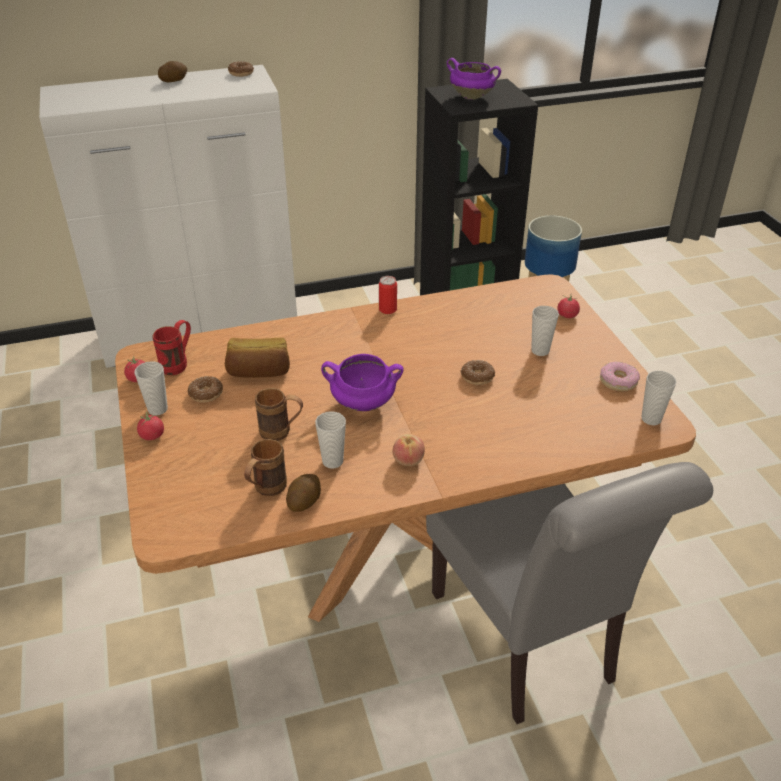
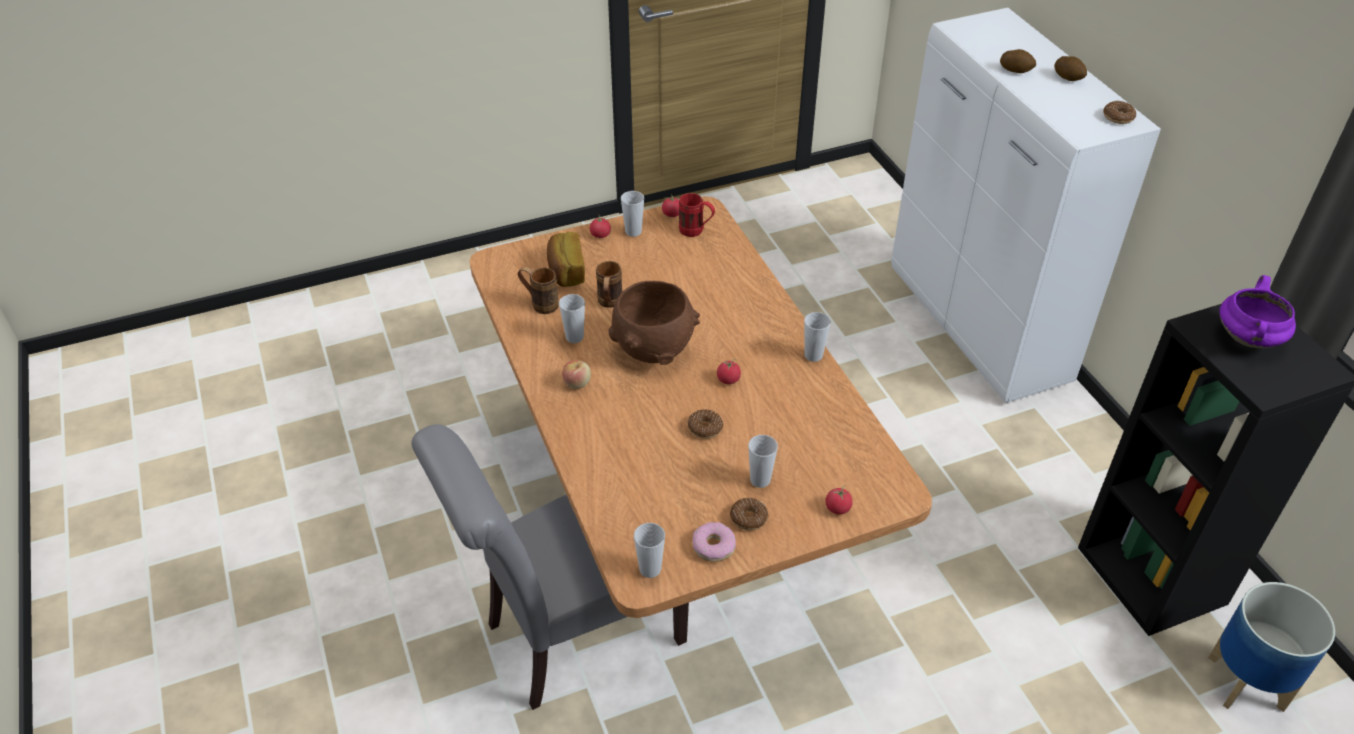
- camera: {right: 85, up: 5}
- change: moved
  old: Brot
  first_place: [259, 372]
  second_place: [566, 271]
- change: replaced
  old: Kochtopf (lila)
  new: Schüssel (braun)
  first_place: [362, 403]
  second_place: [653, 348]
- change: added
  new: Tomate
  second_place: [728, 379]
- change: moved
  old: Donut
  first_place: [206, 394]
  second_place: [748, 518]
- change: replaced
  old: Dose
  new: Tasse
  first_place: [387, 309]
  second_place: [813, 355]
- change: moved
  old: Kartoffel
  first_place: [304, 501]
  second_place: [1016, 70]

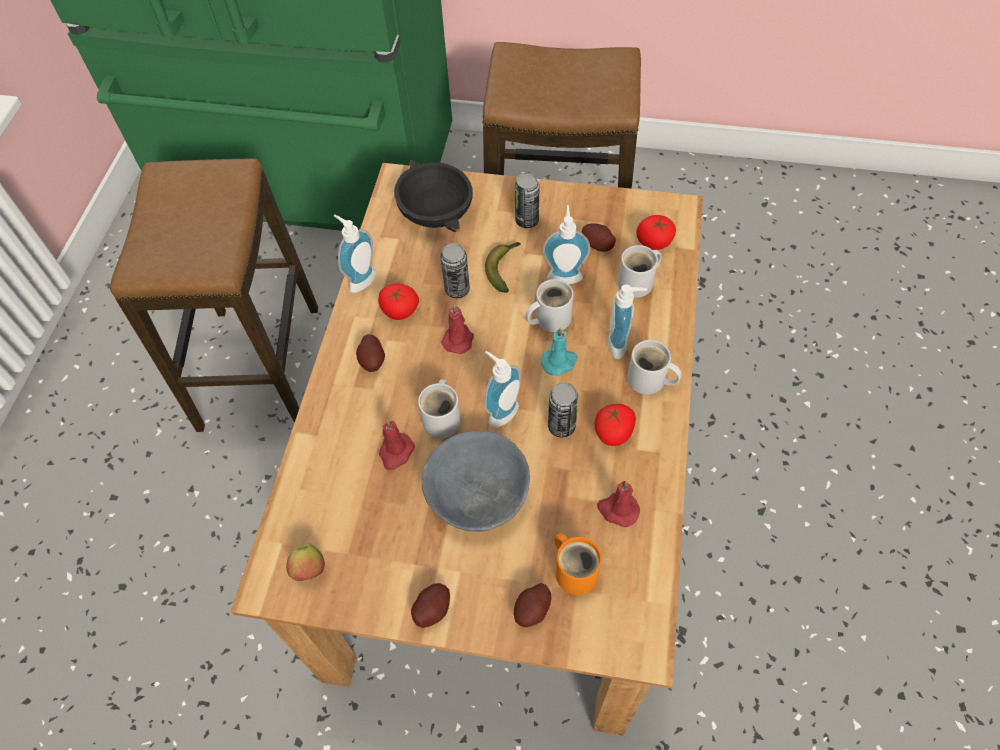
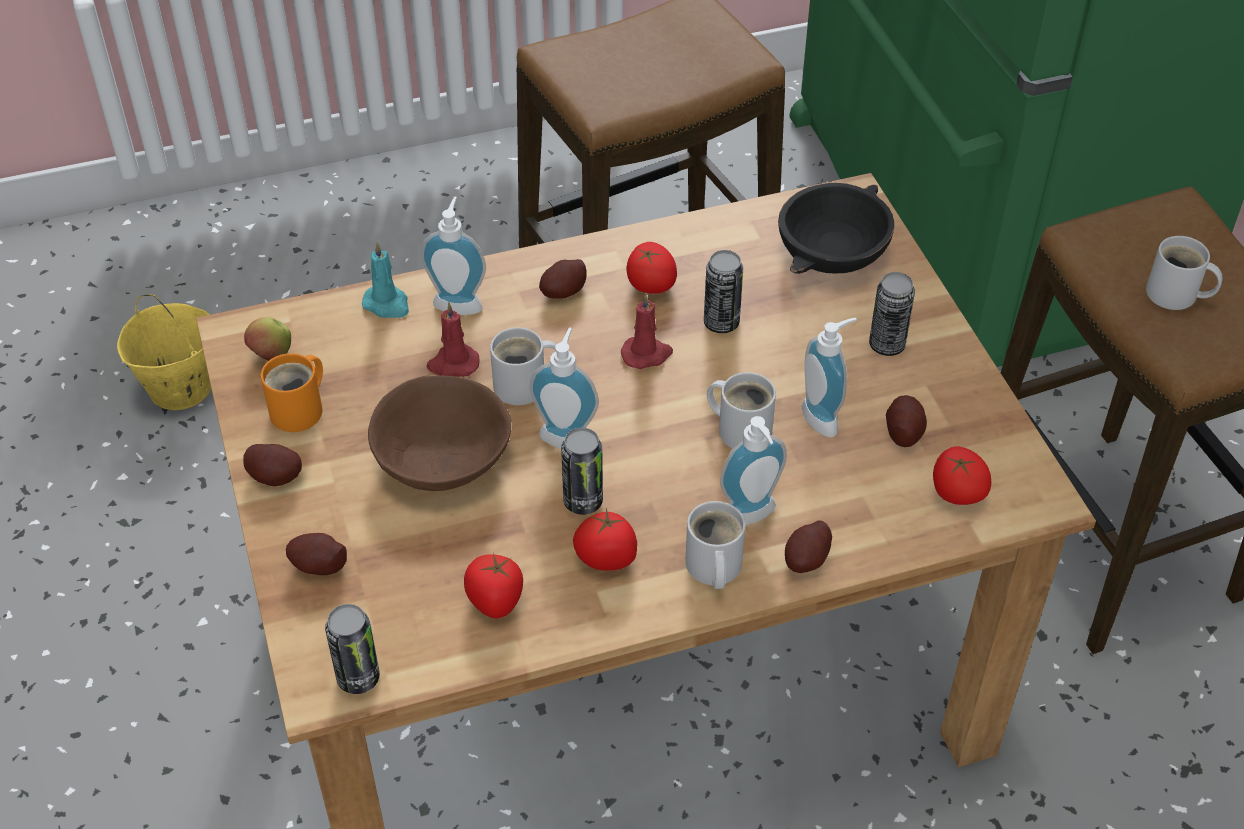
- camera: {right: 60, up: -10}
- change: added
  new: Eimer (gelb)
  second_place: [180, 389]
- change: moved
  old: Henkelbecher (orange)
  first_place: [575, 569]
  second_place: [301, 410]
- change: added
  new: Dose
  second_place: [358, 678]
- change: moved
  old: Kerze (türkis)
  first_place: [559, 362]
  second_place: [387, 304]
- change: recoloured
  old: Schüssel (grau)
  new: Schüssel (braun)
  first_place: [477, 491]
  second_place: [444, 456]
- change: moved
  old: Seifenspender
  first_place: [360, 279]
  second_place: [459, 302]
- change: replaced
  old: Kerze (rot)
  new: Tomate
  first_place: [617, 510]
  second_place: [495, 601]
- change: added
  new: Kartoffel
  second_place: [806, 560]
- change: moved
  old: Henkelbecher (weiß)
  first_place: [639, 283]
  second_place: [1175, 296]
- change: removed
  old: Banane
  first_place: [504, 268]

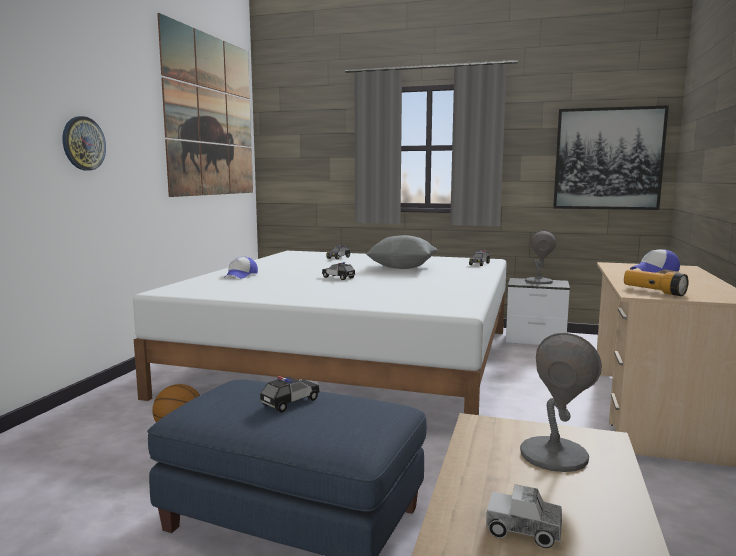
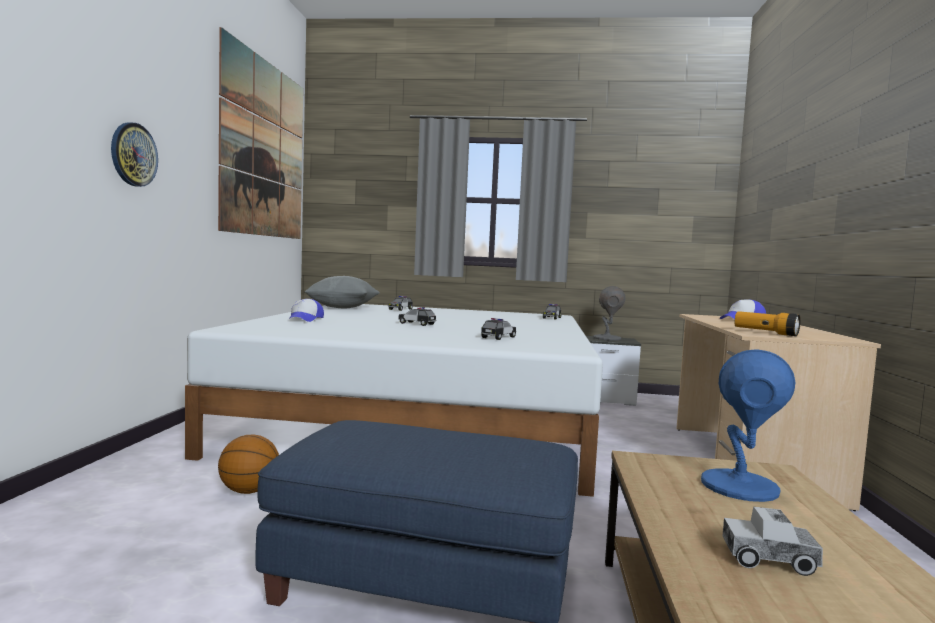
- camera: {right: -10, up: -5}
- change: moved
  old: Kissen (grau)
  first_place: [402, 268]
  second_place: [342, 308]
- change: moved
  old: Spielzeugauto
  first_place: [290, 402]
  second_place: [498, 337]
- change: recoloured
  old: Tischlampe (grau)
  new: Tischlampe (blau)
  first_place: [553, 455]
  second_place: [738, 486]
- change: removed
  old: Bild
  first_place: [608, 159]

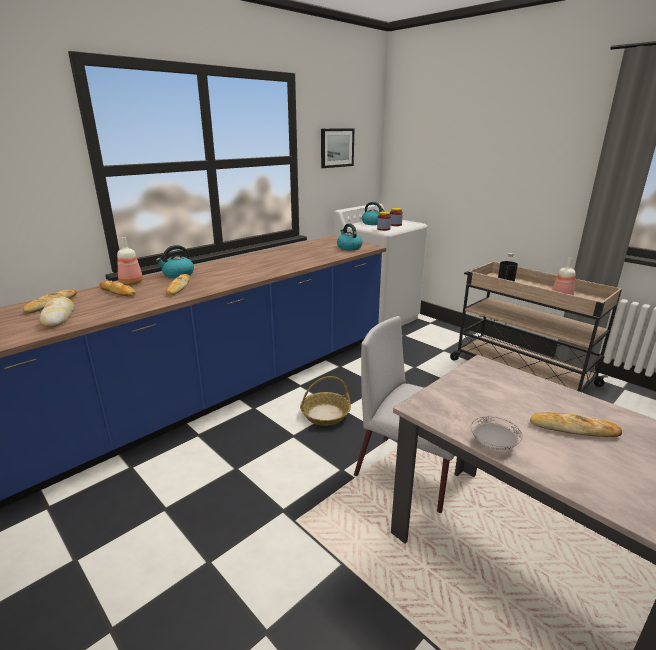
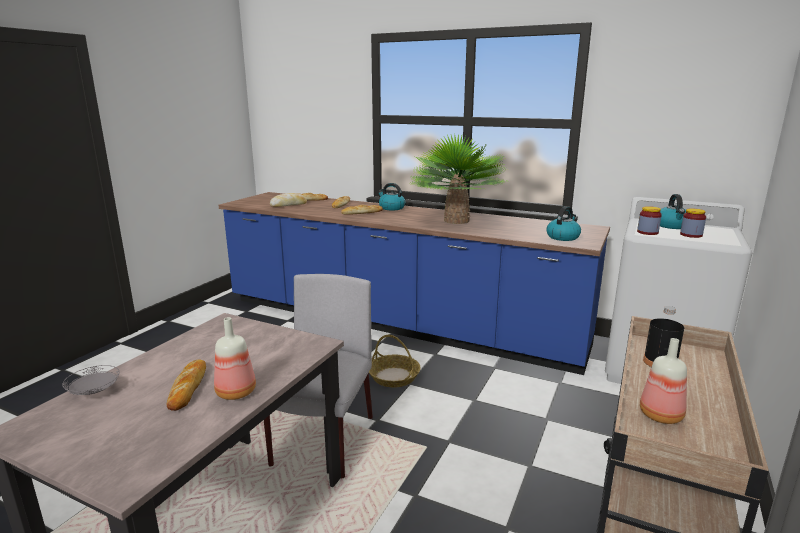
- camera: {right: 70, up: -5}
- change: moved
  old: Teller (grau)
  first_place: [494, 444]
  second_place: [94, 392]
- change: moved
  old: Flasche
  first_place: [130, 283]
  second_place: [235, 392]
- change: added
  new: Topfpflanze
  second_place: [456, 221]
- change: removed
  old: Bild
  first_place: [336, 148]

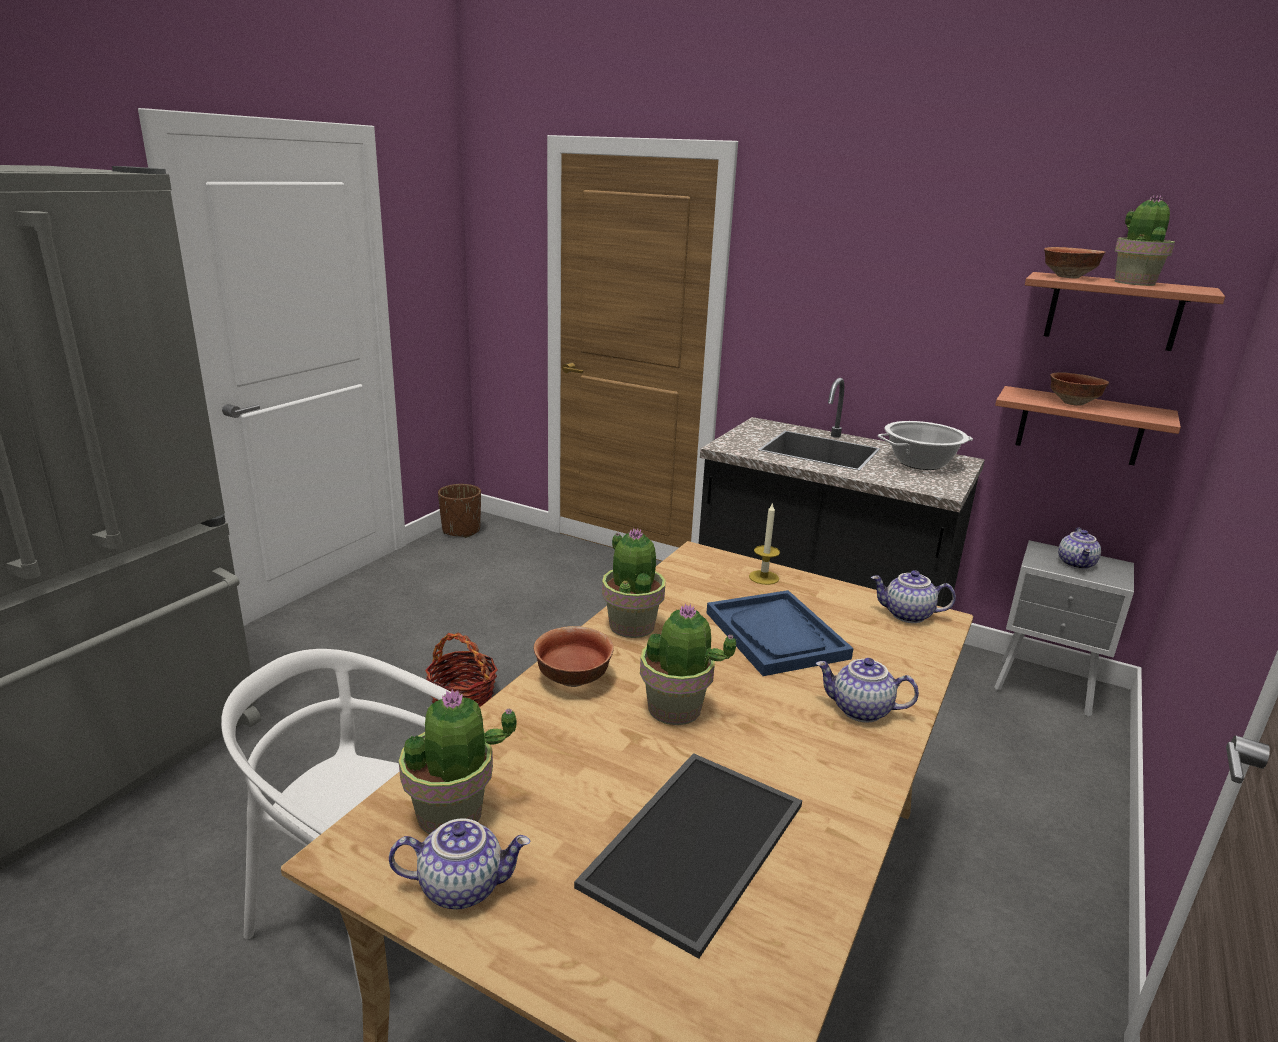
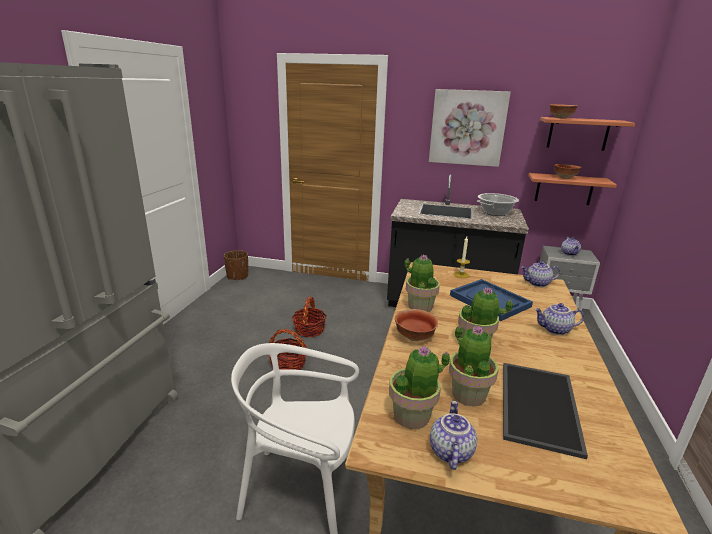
- camera: {right: -15, up: 0}
- change: added
  new: Korb
  second_place: [309, 330]
- change: added
  new: Bild
  second_place: [467, 128]
- change: turned
  old: Teekanne
  first_place: [462, 886]
  second_place: [449, 451]
  degrees: -60
- change: moved
  old: Topfpflanze
  first_place: [1134, 283]
  second_place: [468, 394]

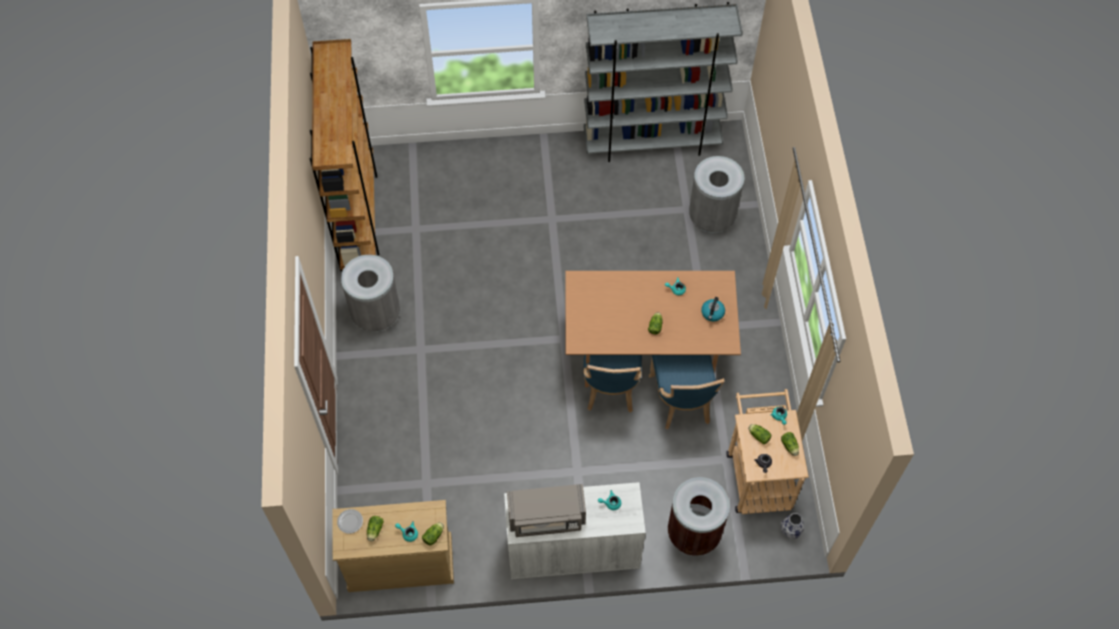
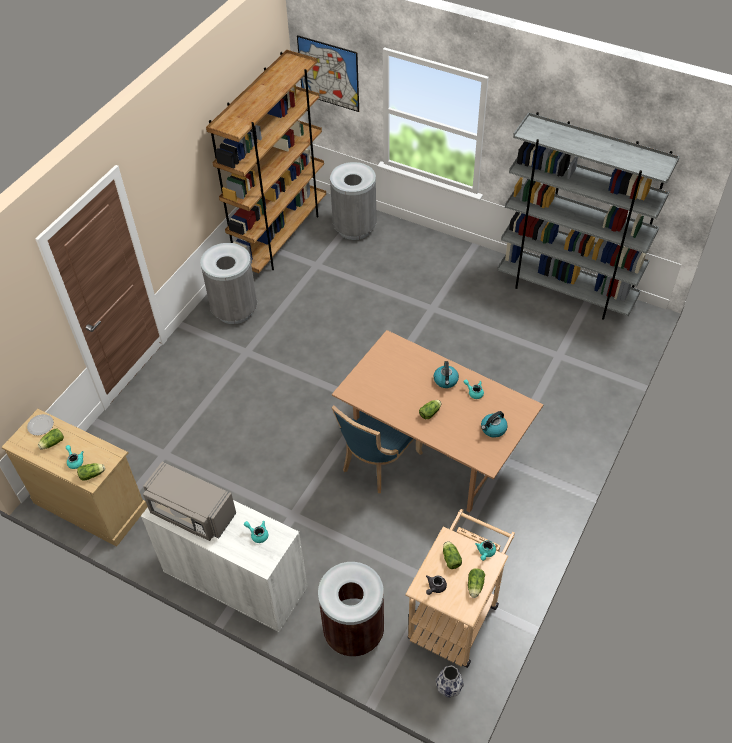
- camera: {right: 35, up: -10}
- change: added
  new: Bild
  second_place: [328, 73]
- change: moved
  old: Mülleimer (grau)
  first_place: [712, 217]
  second_place: [355, 228]
- change: added
  new: Wasserkessel
  second_place: [446, 380]
- change: removed
  old: Stuhl (blau)
  first_place: [682, 401]

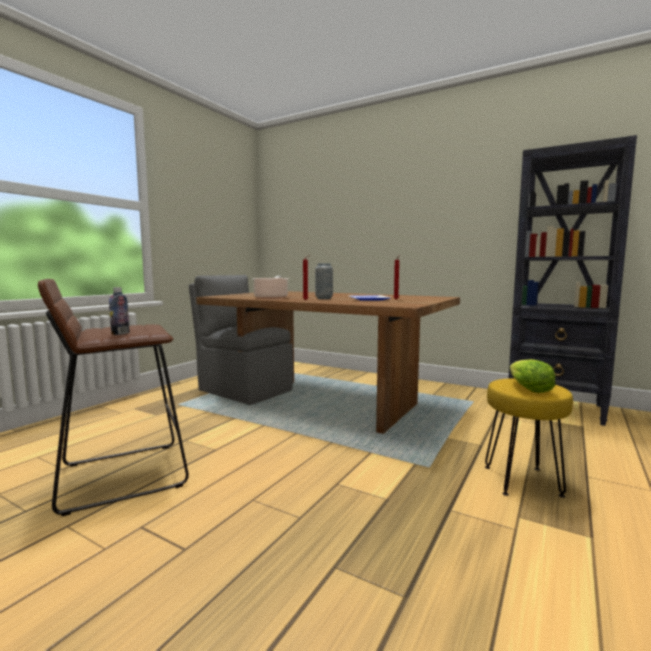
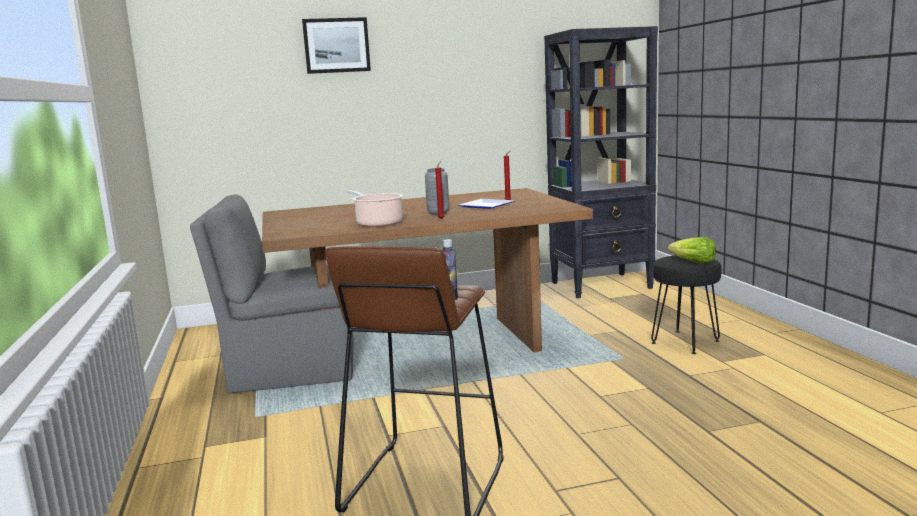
- camera: {right: -45, up: 5}
- change: added
  new: Bild
  second_place: [336, 45]
- change: recoloured
  old: Hocker (gelb)
  new: Hocker (schwarz)
  first_place: [521, 481]
  second_place: [685, 342]

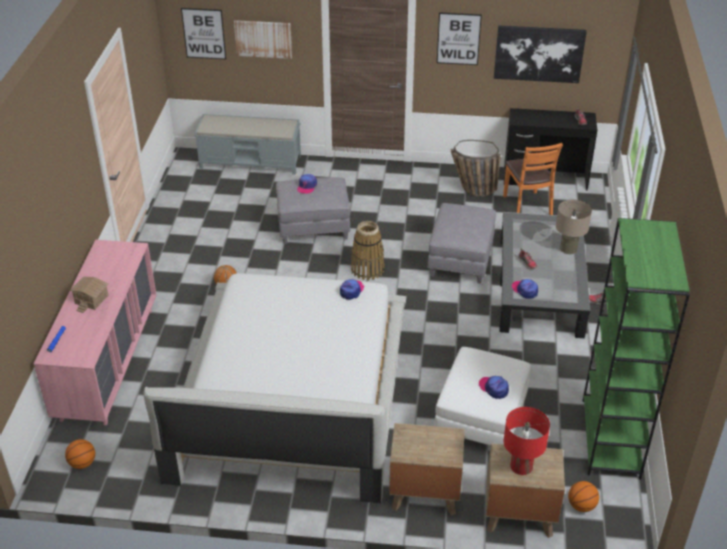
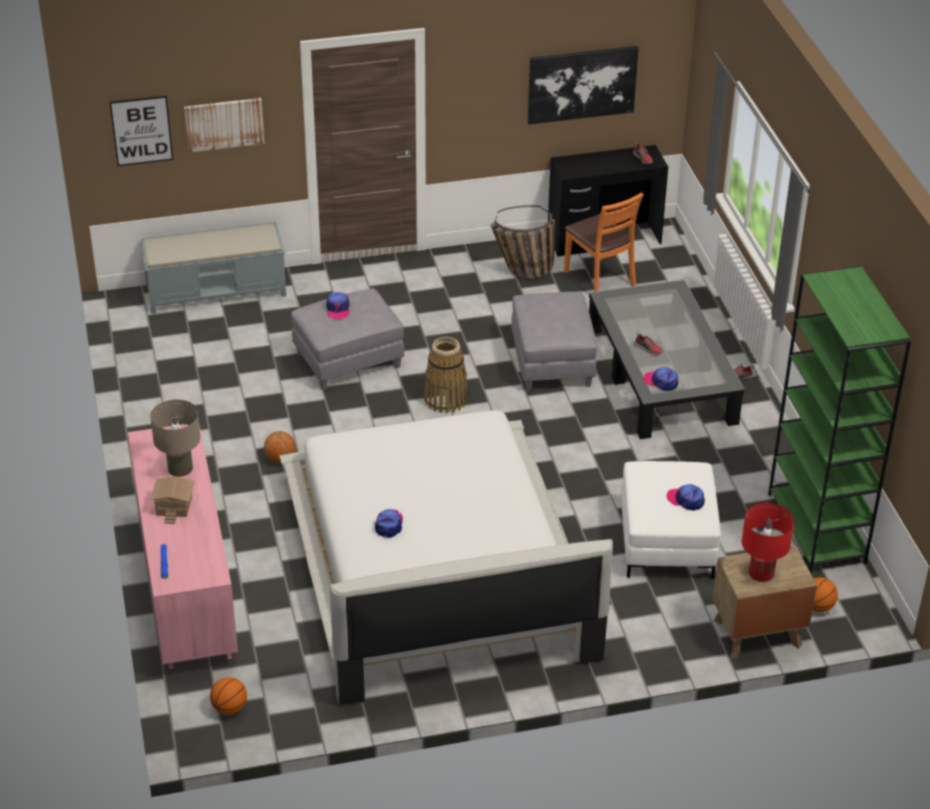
- camera: {right: -20, up: 0}
- change: moved
  old: Tischlampe (beige)
  first_place: [568, 248]
  second_place: [180, 468]
- change: moved
  old: Kappe
  first_place: [351, 291]
  second_place: [389, 524]
- change: removed
  old: Nachttisch (braun)
  first_place: [424, 493]
- change: removed
  old: Bild
  first_place: [458, 39]

